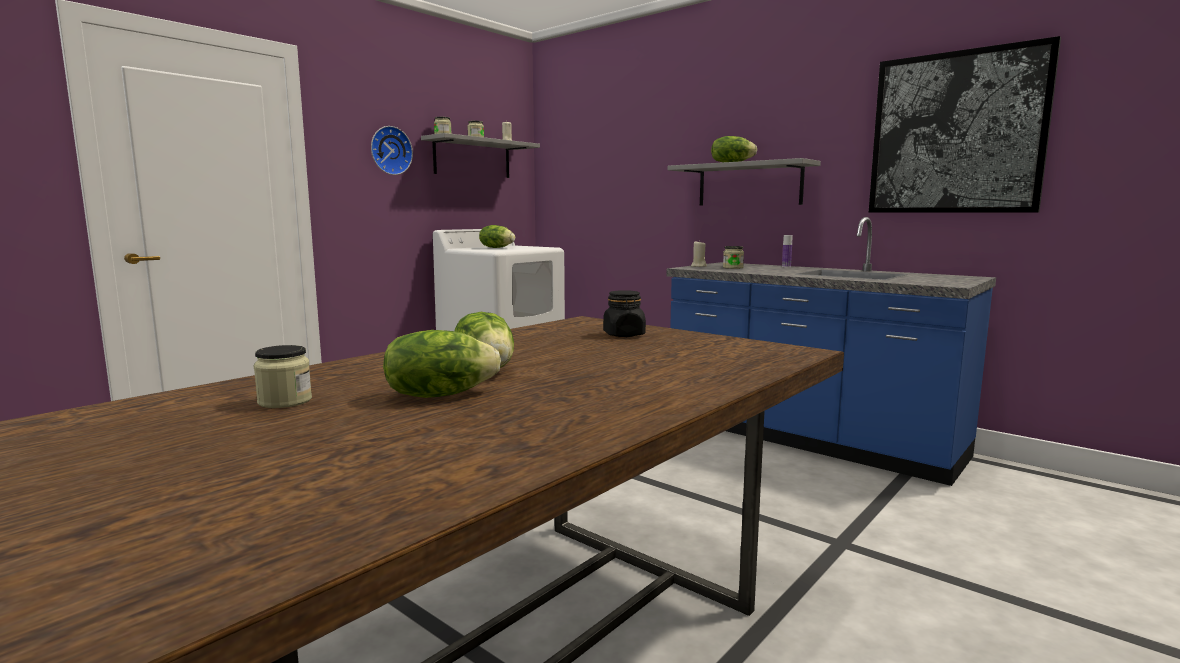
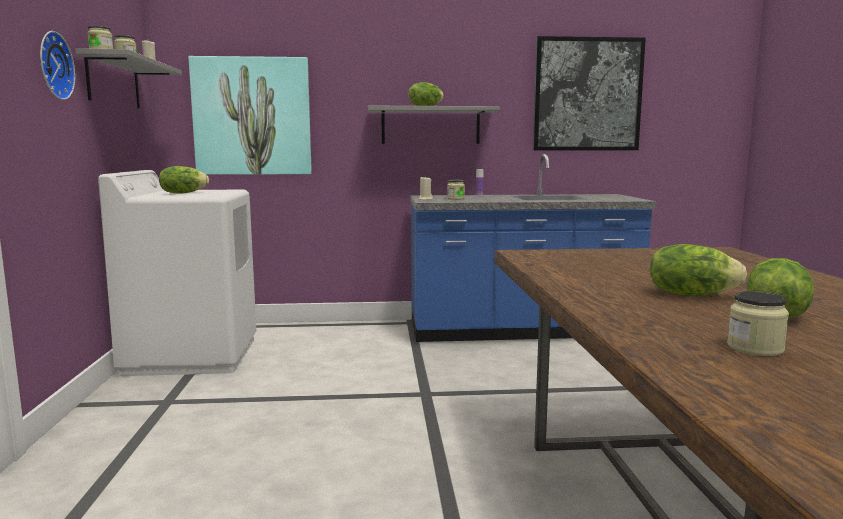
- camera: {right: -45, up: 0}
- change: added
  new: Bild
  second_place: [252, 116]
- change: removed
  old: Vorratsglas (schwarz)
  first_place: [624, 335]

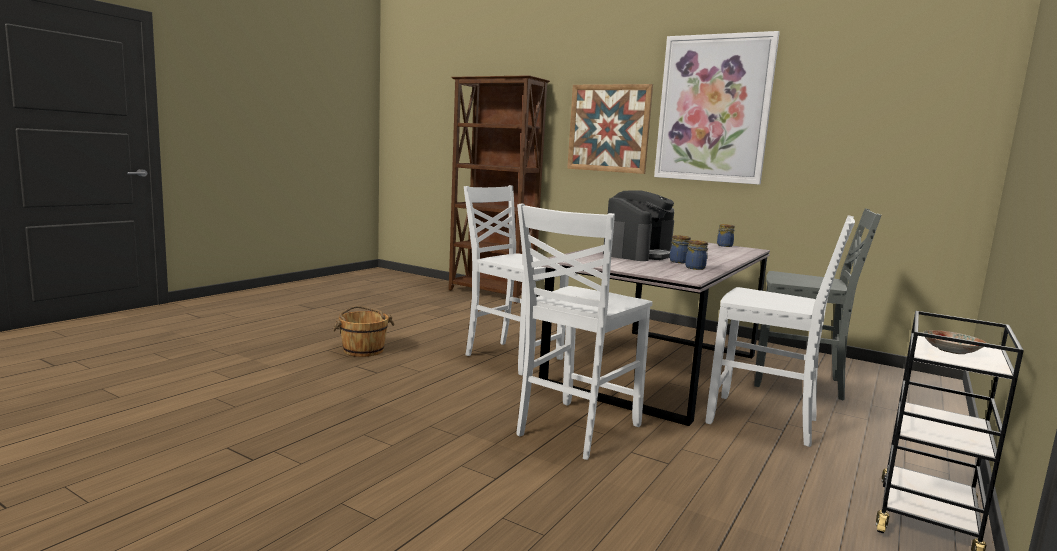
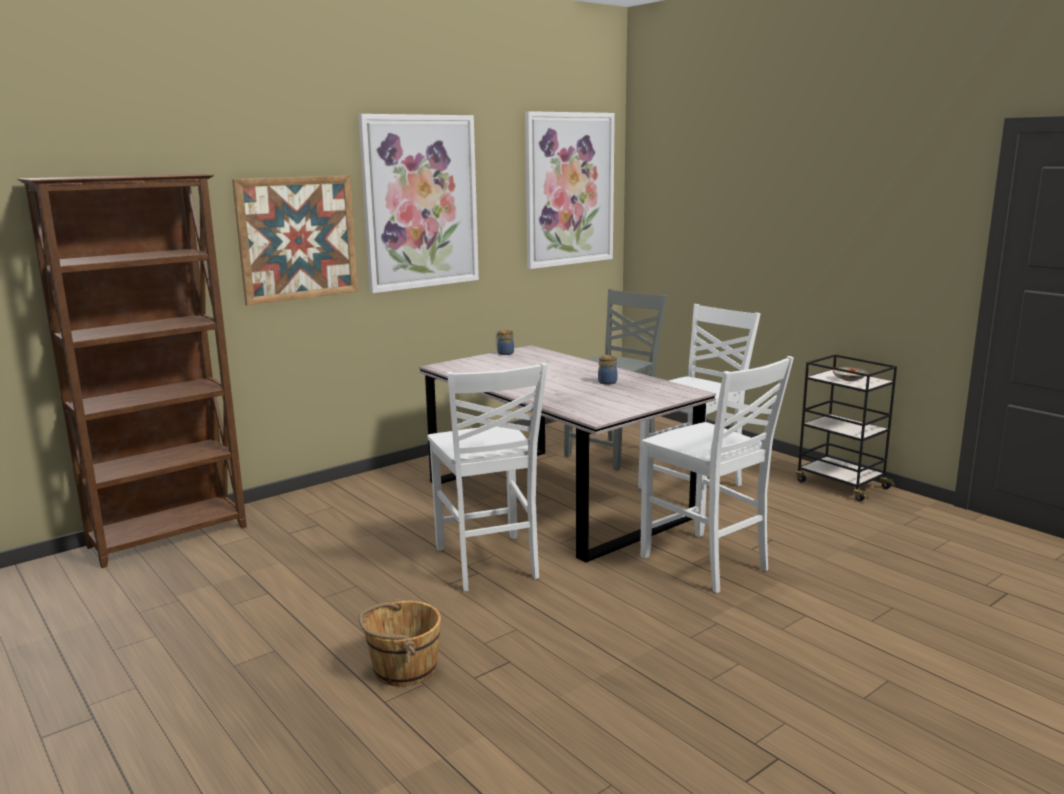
- camera: {right: -70, up: 5}
- change: turned
  old: Stuhl (weiß)
  first_place: [511, 357]
  second_place: [488, 564]
  degrees: -75
- change: added
  new: Bild
  second_place: [569, 189]
- change: removed
  old: Kaffeemaschine
  first_place: [637, 254]
- change: removed
  old: Vorratsglas
  first_place: [696, 268]

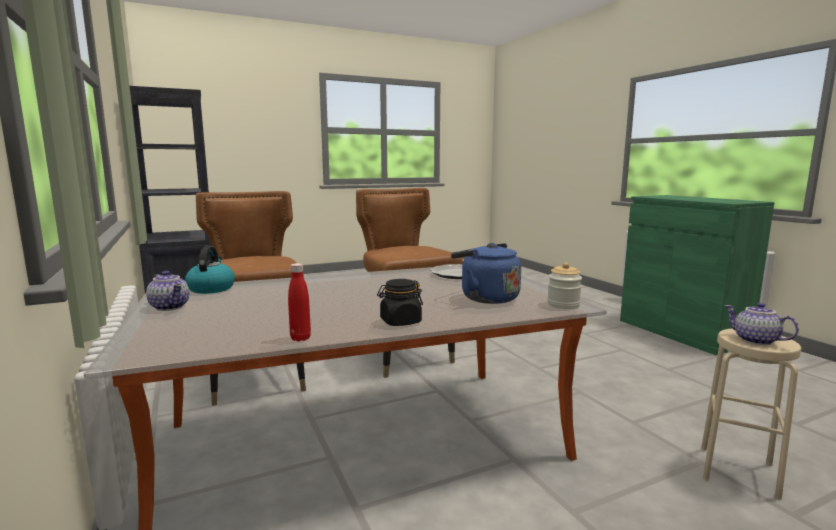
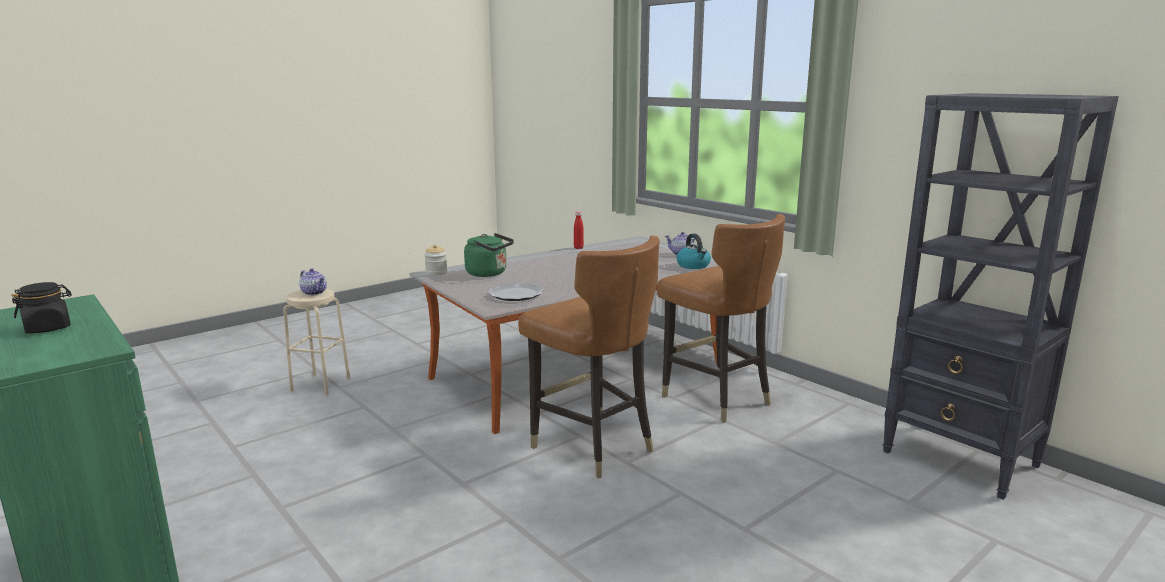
- camera: {right: 165, up: 5}
- change: moved
  old: Vorratsglas (schwarz)
  first_place: [400, 322]
  second_place: [48, 328]
- change: recoloured
  old: Wasserkessel (blau)
  new: Wasserkessel (grün)
  first_place: [486, 298]
  second_place: [489, 273]

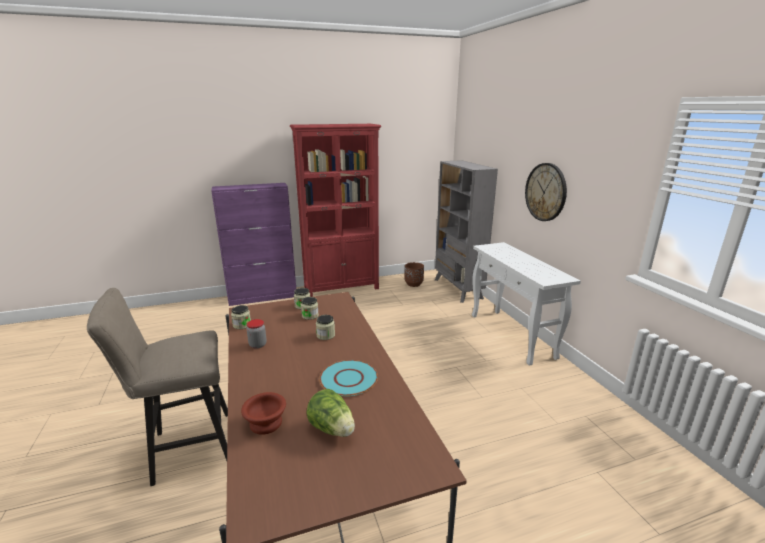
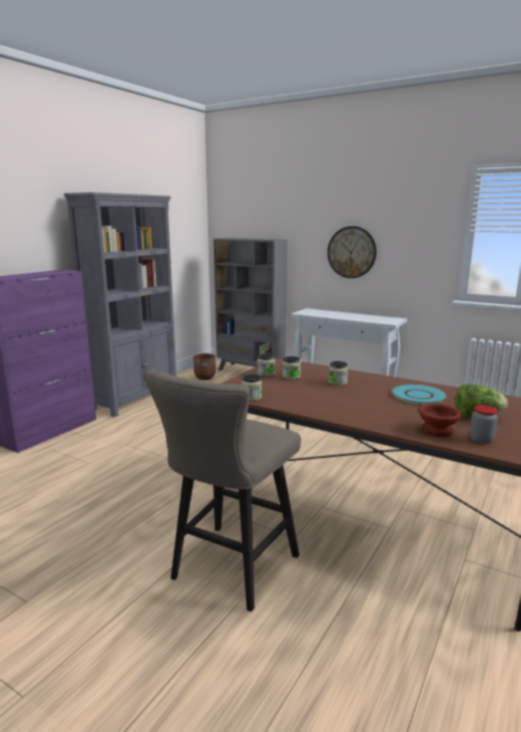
- camera: {right: -40, up: -5}
- change: recoloured
  old: Bücherregal (rot)
  new: Bücherregal (grau)
  first_place: [342, 288]
  second_place: [136, 399]
- change: moved
  old: Vorratsglas
  first_place: [258, 345]
  second_place: [481, 439]

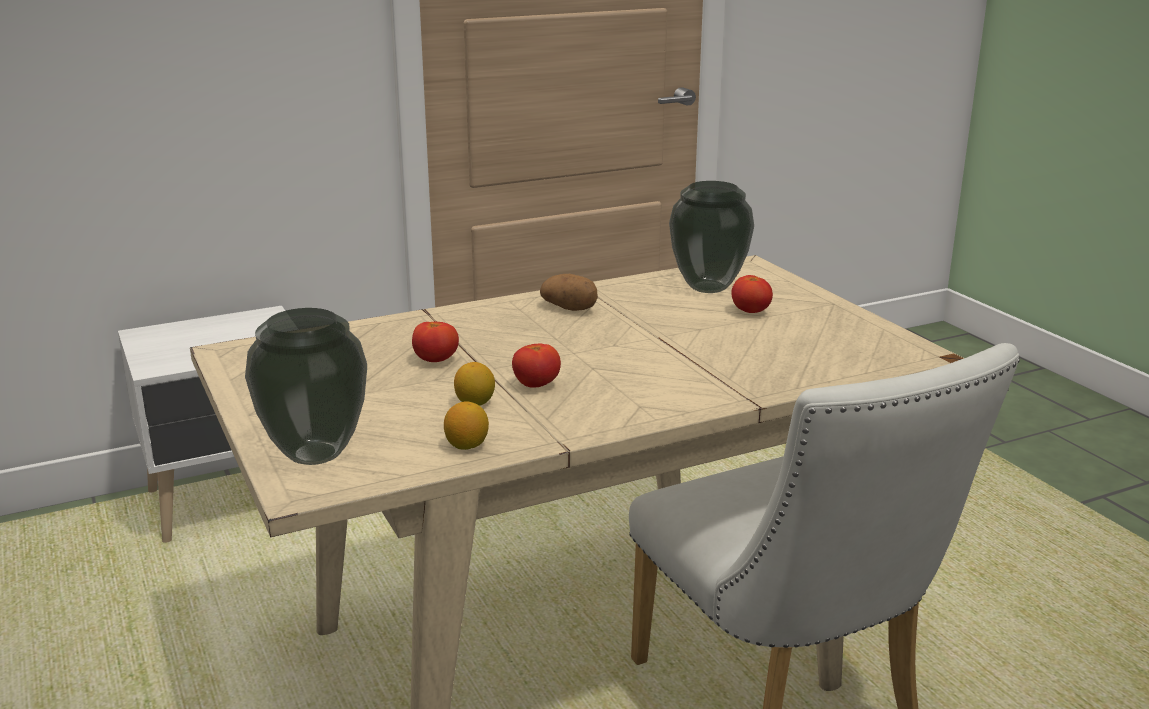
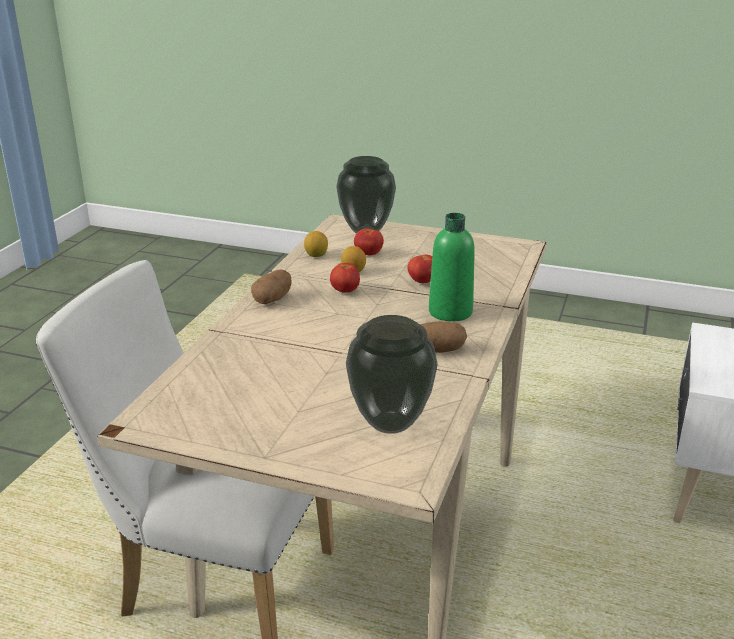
- camera: {right: 135, up: 5}
- change: added
  new: Kartoffel
  second_place: [273, 299]
- change: moved
  old: Tomate
  first_place: [750, 312]
  second_place: [368, 254]
- change: added
  new: Flasche (grün)
  second_place: [450, 312]

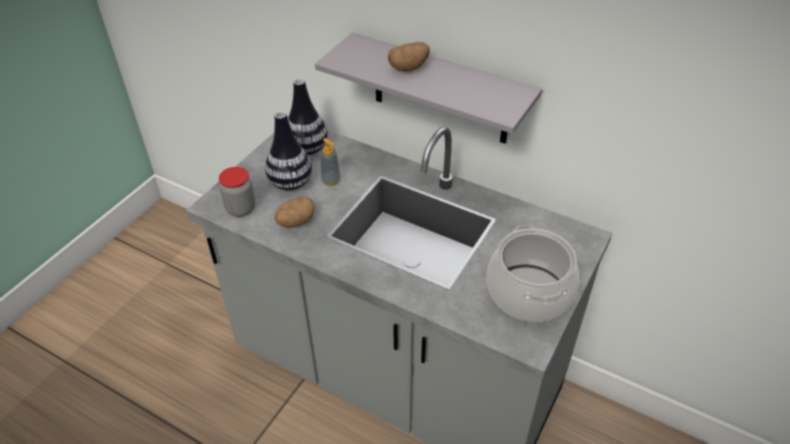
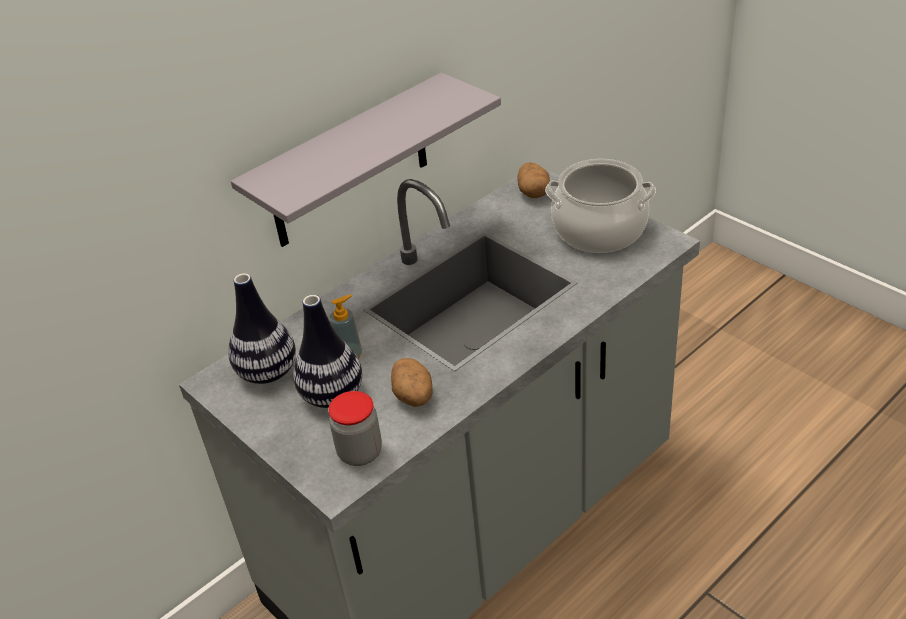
- camera: {right: -70, up: -5}
- change: moved
  old: Kartoffel
  first_place: [409, 68]
  second_place: [533, 192]

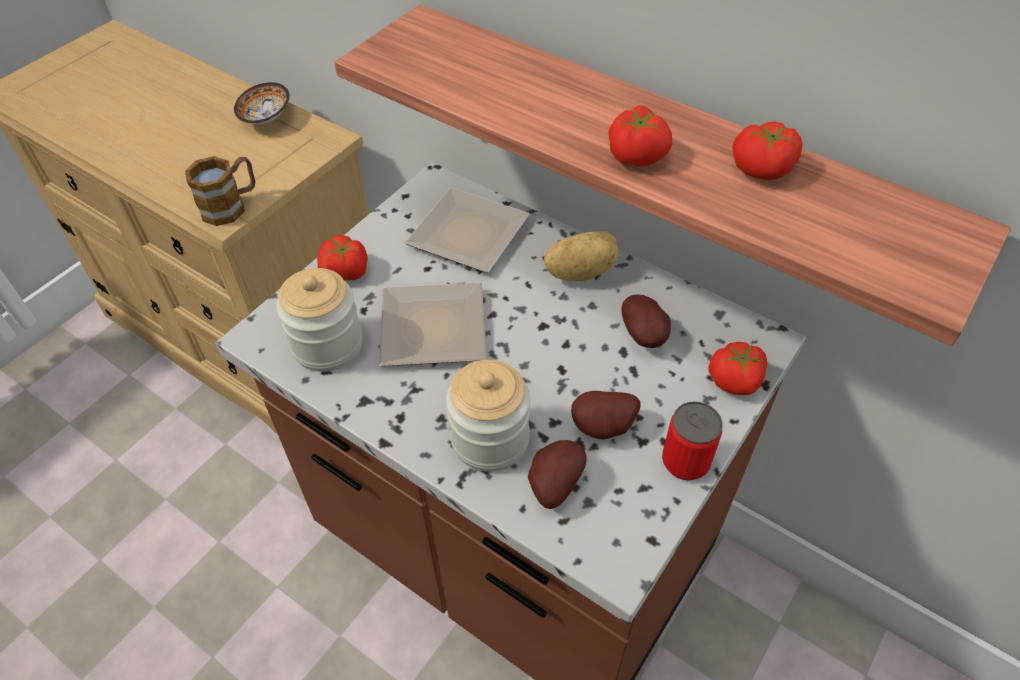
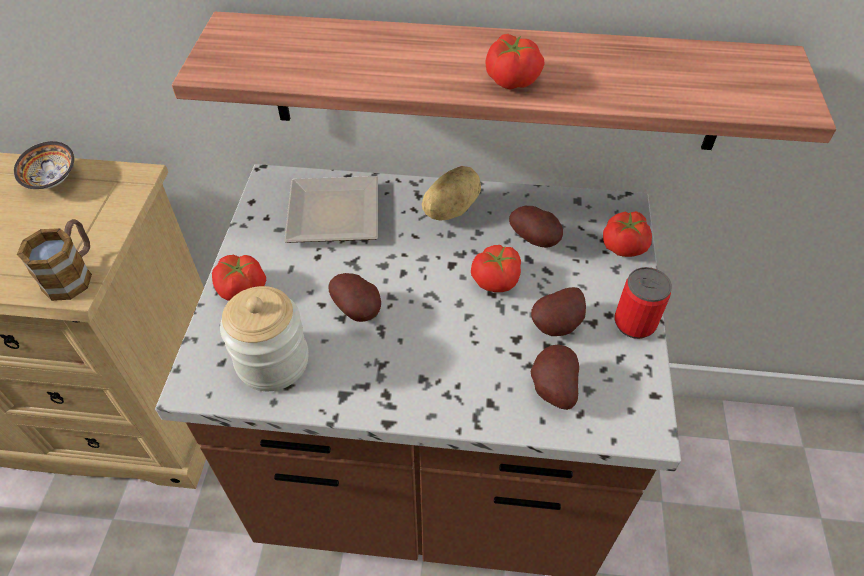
- camera: {right: -30, up: 0}
- change: replaced
  old: Teller
  new: Kartoffel
  first_place: [429, 331]
  second_place: [359, 310]
- change: moved
  old: Tomate
  first_place: [762, 169]
  second_place: [496, 280]
- change: removed
  old: Vorratsglas
  first_place: [490, 439]

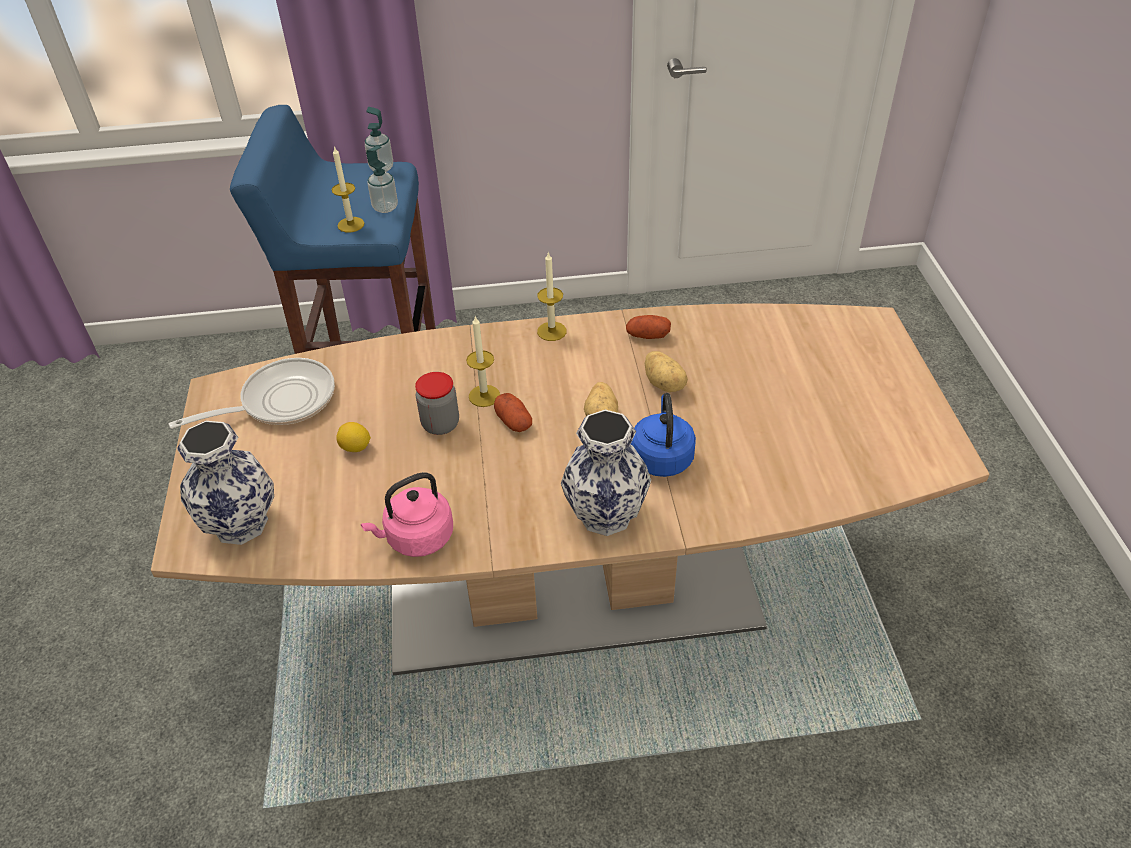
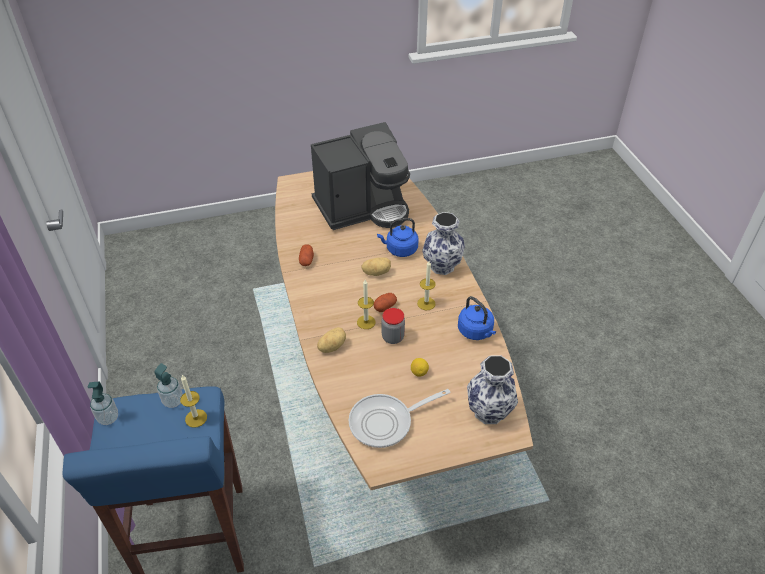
- camera: {right: -100, up: 0}
- change: added
  new: Kaffeemaschine
  second_place: [363, 208]
- change: moved
  old: Kartoffel
  first_place: [665, 384]
  second_place: [331, 346]
- change: turned
  old: Pfanne
  first_place: [280, 401]
  second_place: [386, 422]
  degrees: -75
- change: moved
  old: Kerze
  first_place: [551, 331]
  second_place: [426, 303]
- change: recoloured
  old: Wasserkessel (rosa)
  new: Wasserkessel (blau)
  first_place: [416, 538]
  second_place: [476, 332]

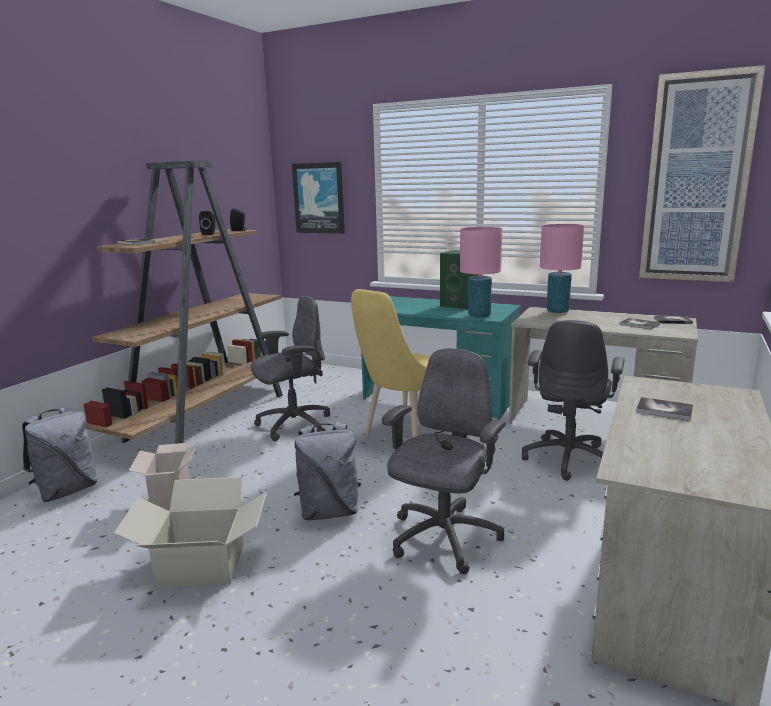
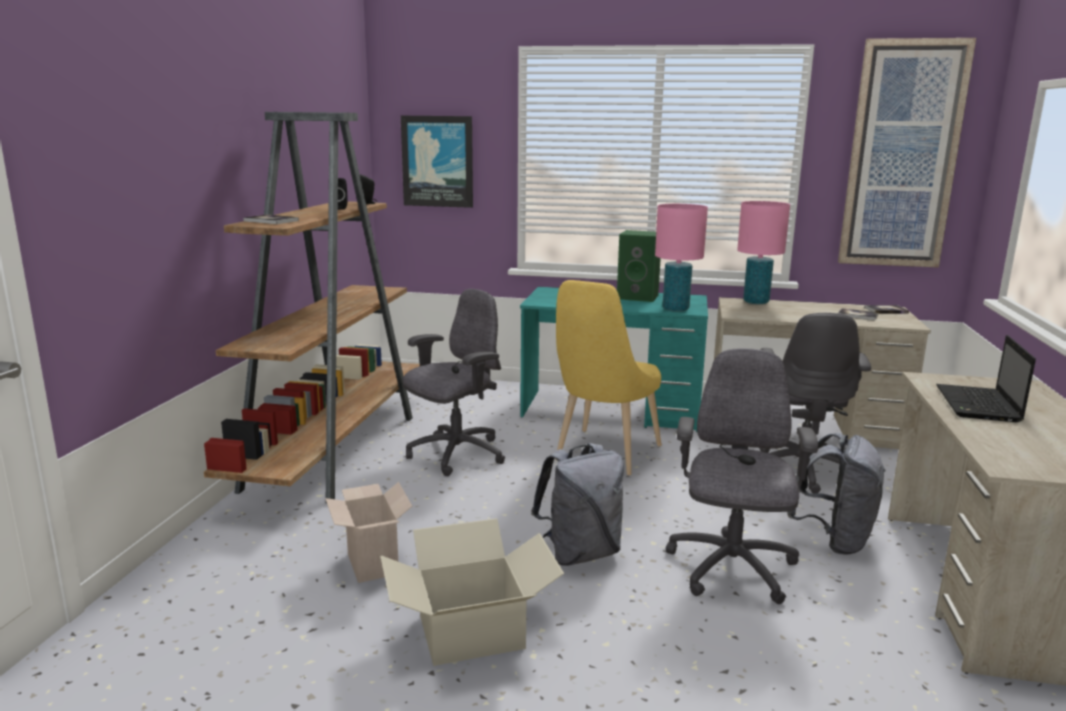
- camera: {right: -15, up: 0}
- change: moved
  old: Rucksack (grau)
  first_place: [67, 491]
  second_place: [833, 540]
- change: replaced
  old: Buch
  new: Laptop
  first_place: [664, 410]
  second_place: [979, 405]

